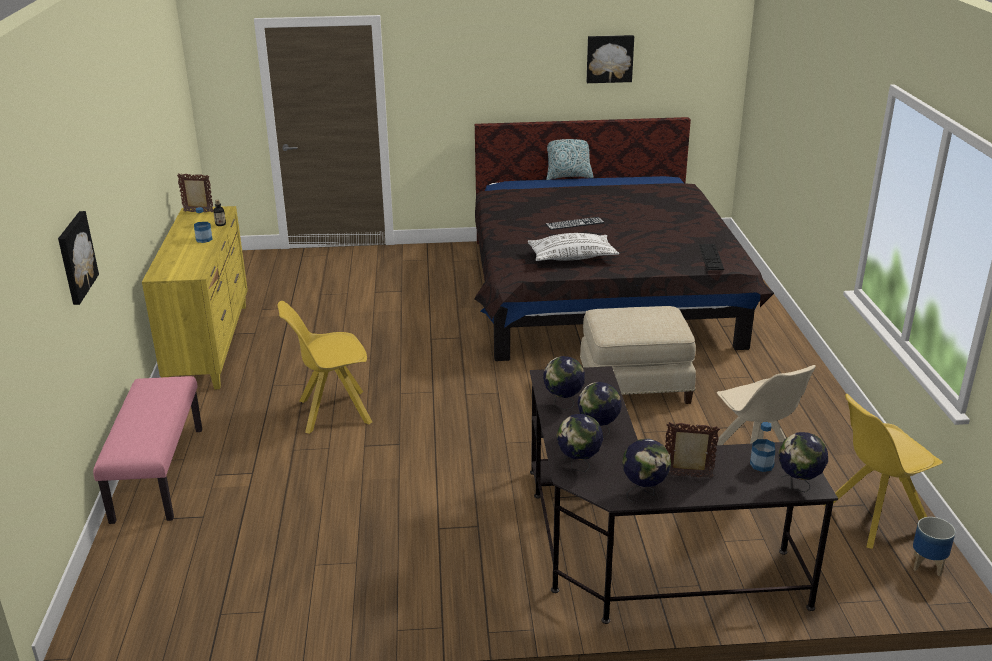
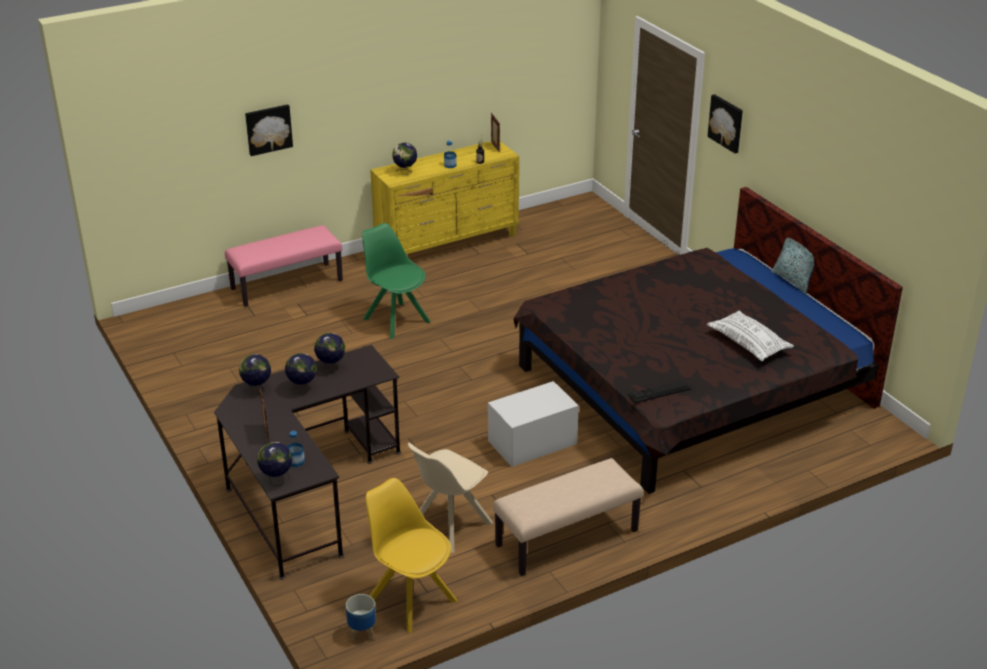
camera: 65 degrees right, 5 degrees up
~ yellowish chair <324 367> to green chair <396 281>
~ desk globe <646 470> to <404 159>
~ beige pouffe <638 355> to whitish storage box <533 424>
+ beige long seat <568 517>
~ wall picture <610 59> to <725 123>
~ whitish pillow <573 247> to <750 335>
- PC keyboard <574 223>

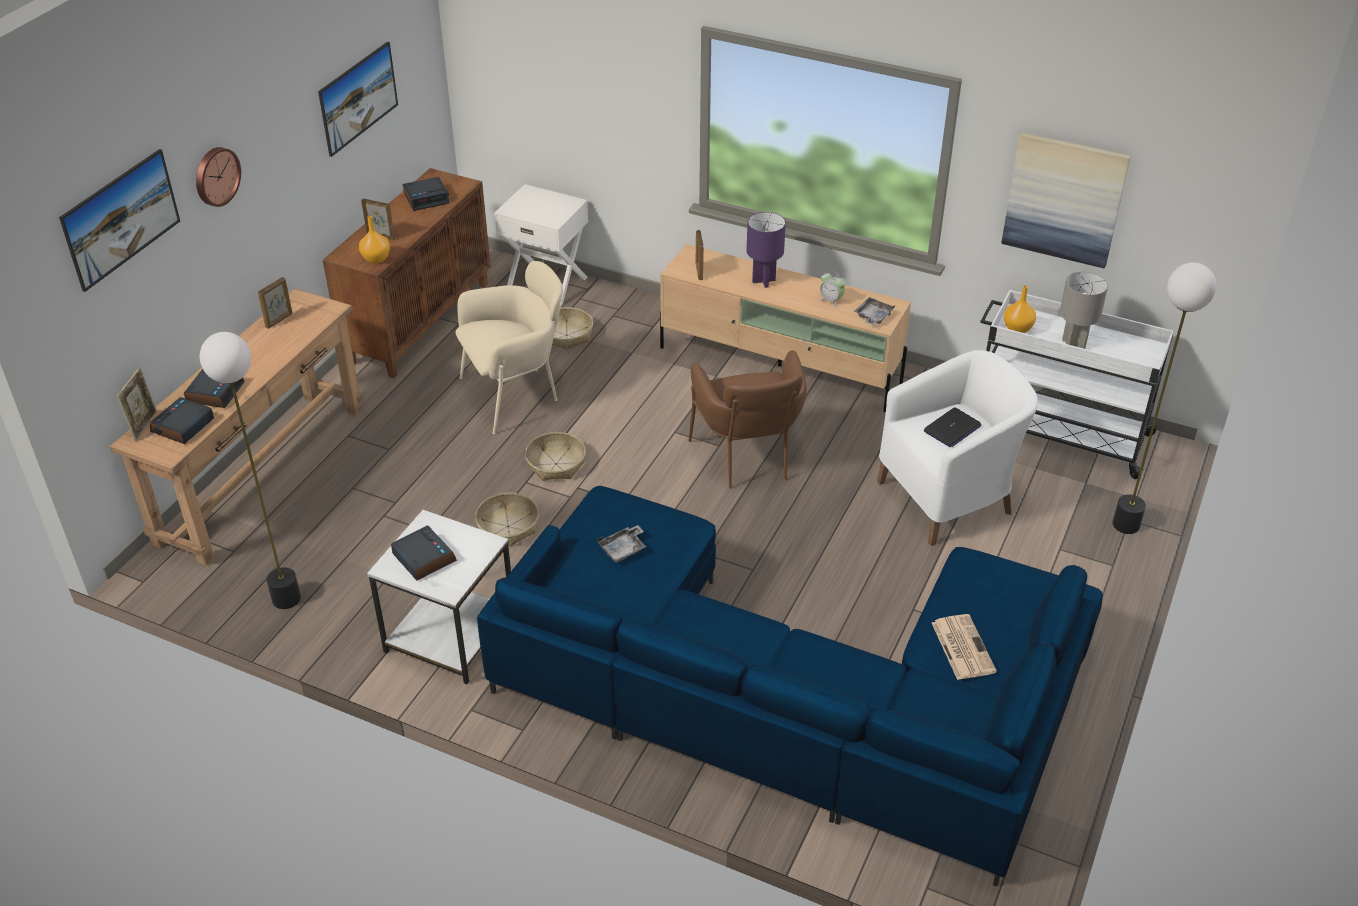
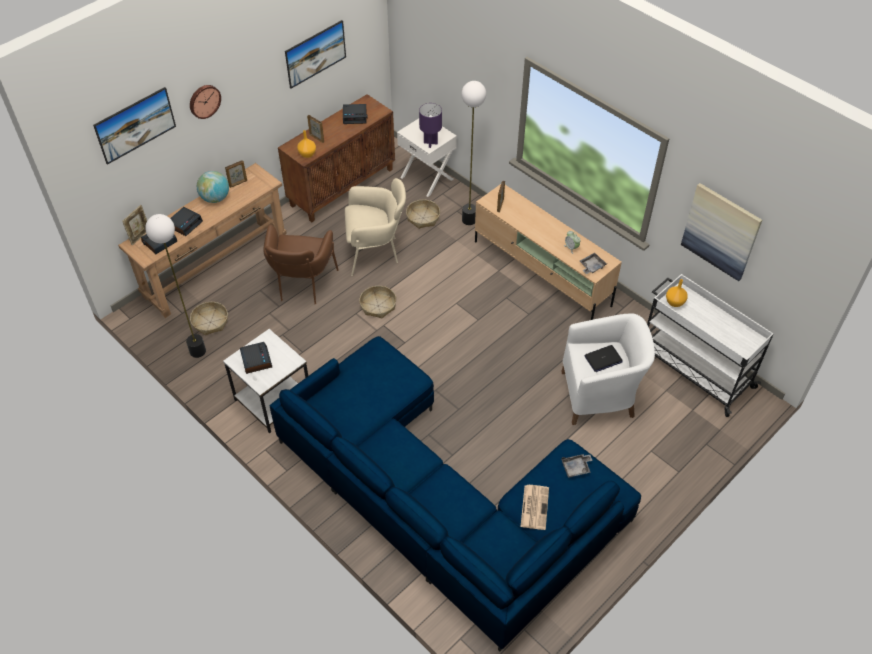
camera: 20 degrees right, 10 degrees up
~ storage basket <507 520> to <209 319>
+ desk globe <213 187>
~ brown-coloured armchair <747 419> to <301 264>
~ purple table lamp <766 250> to <430 125>
~ standard lamp <1164 398> to <473 153>
~ greyish carrying tray <621 544> to <577 466>
- greyish table lamp <1084 310>

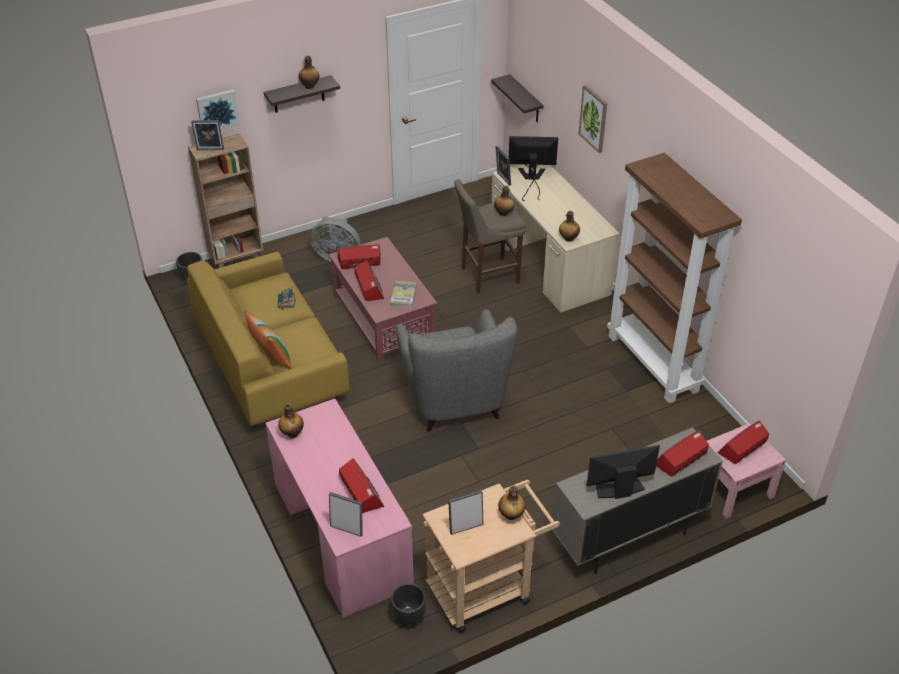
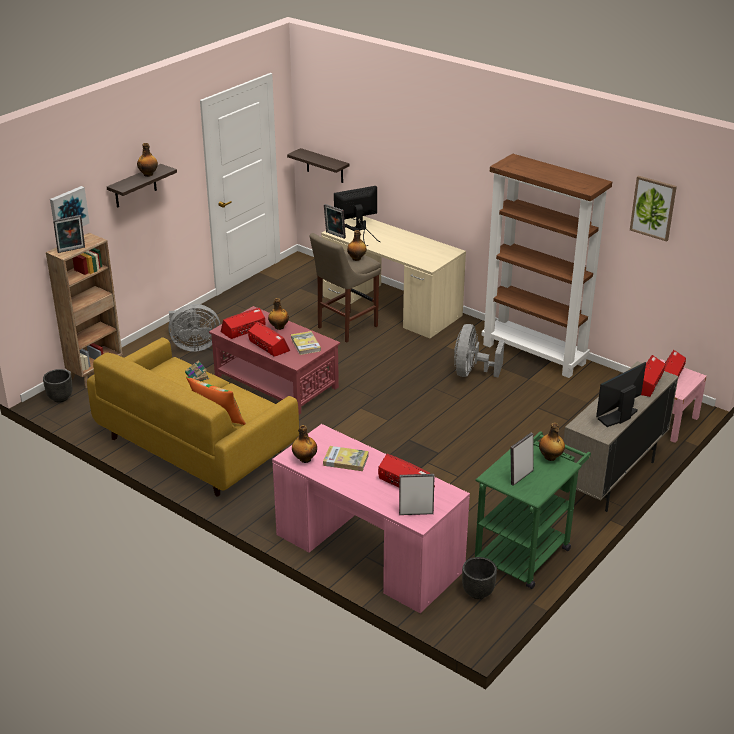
camera: 25 degrees left, 10 degrees down
~ bottle <569 226> to <278 314>
+ volume <346 458>
+ greyish cooling fan <479 350>
~ beige wheeled cart <491 556> to green wheeled cart <533 510>
~ wall picture <593 119> to <653 209>
- greyish armchair <456 370>

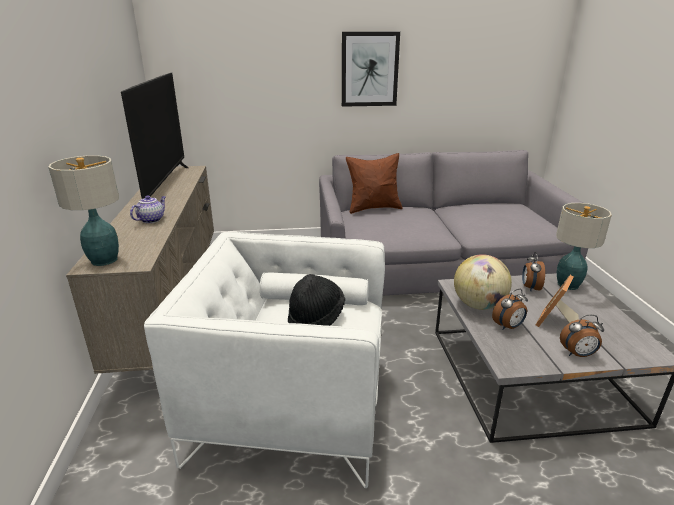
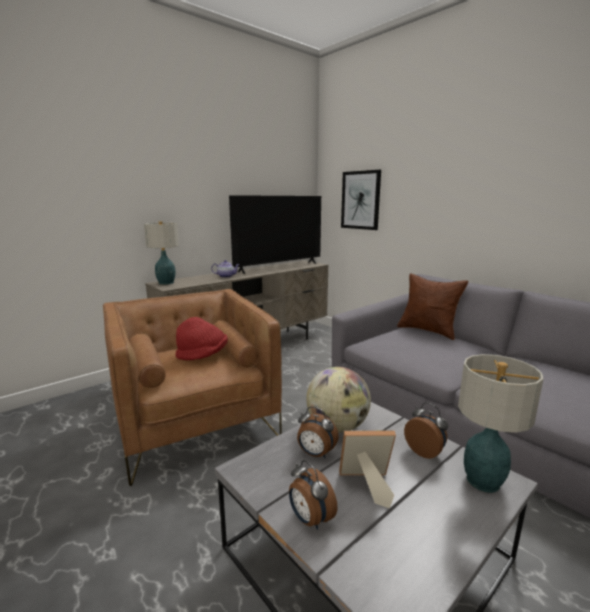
camera: 55 degrees right, 10 degrees down
~ whitish armchair <264 360> to brown-coloured armchair <192 387>
~ black hat <316 300> to red hat <202 339>
~ wall picture <371 69> to <361 200>
~ table clock <533 272> = <426 430> 75 degrees clockwise

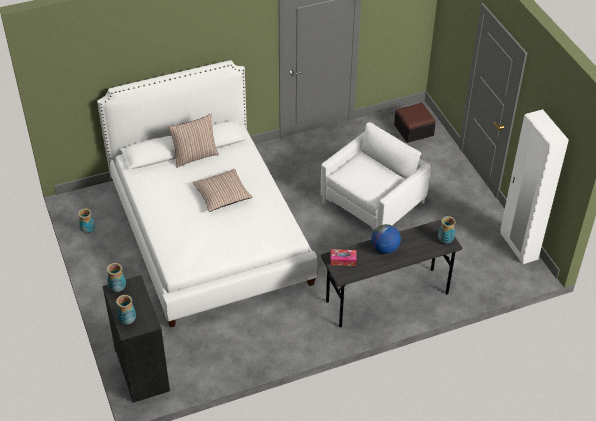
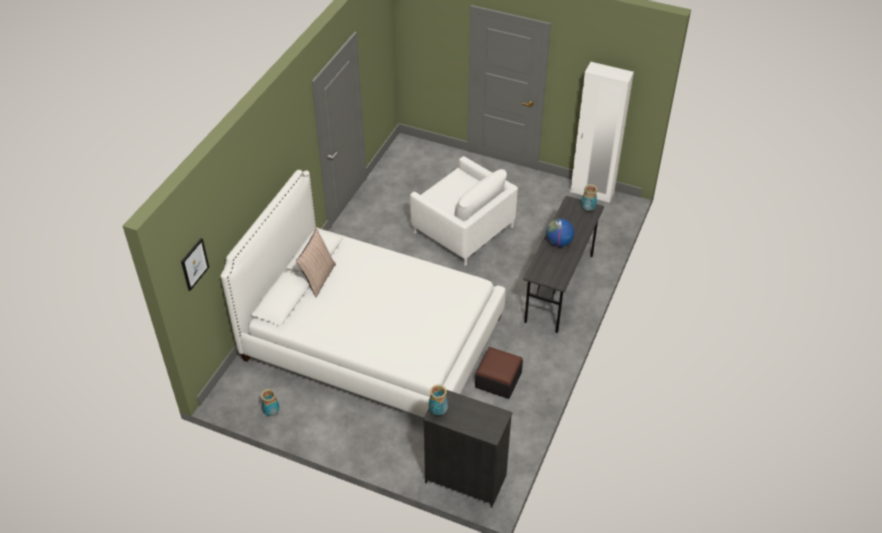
camera: 45 degrees left, 0 degrees up
+ wall picture <195 264>
~ whitish armchair <376 176> = <464 211> 135 degrees clockwise
~ pouffe <415 123> to <499 373>
- vase <126 310>
- pillow <222 190>
- tissue holder <343 257>

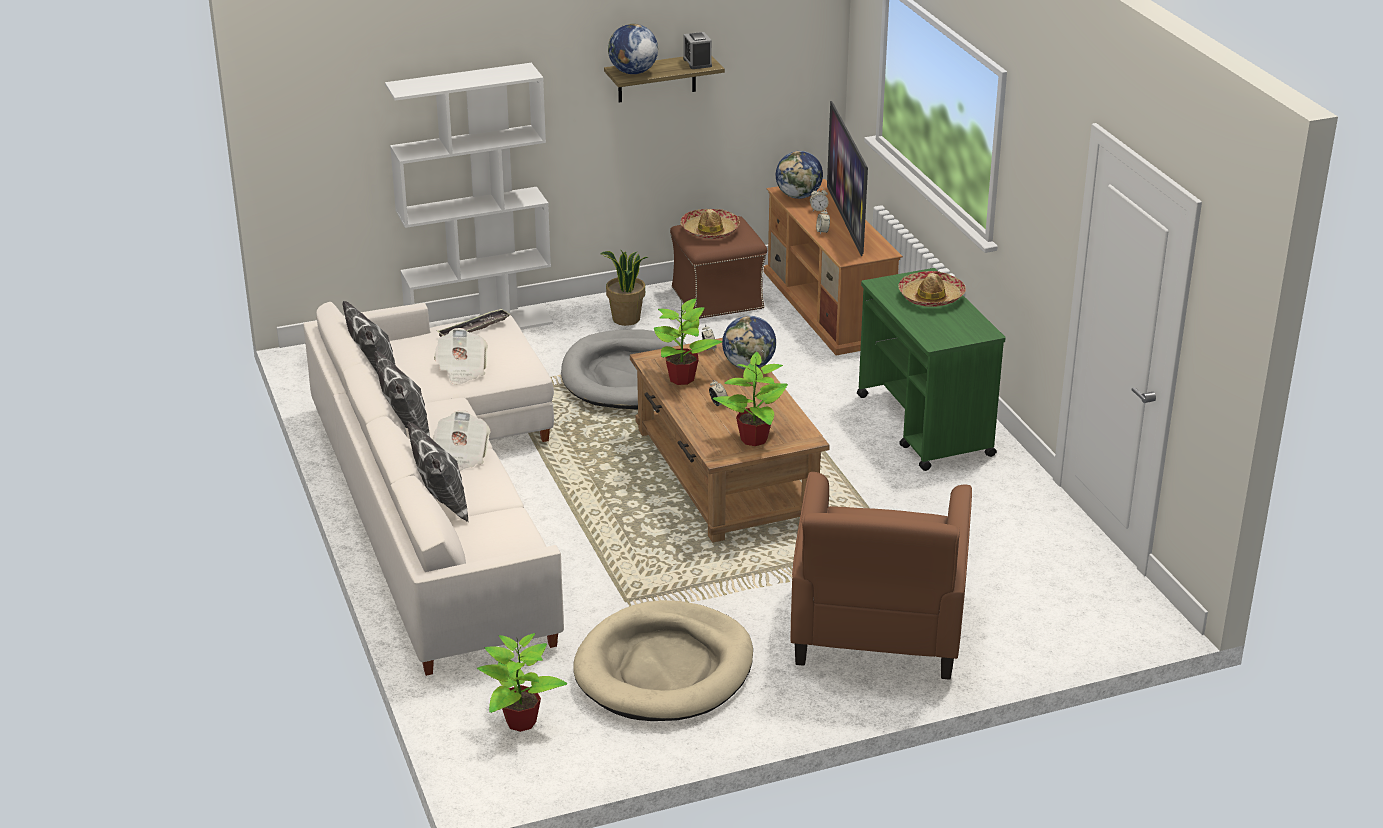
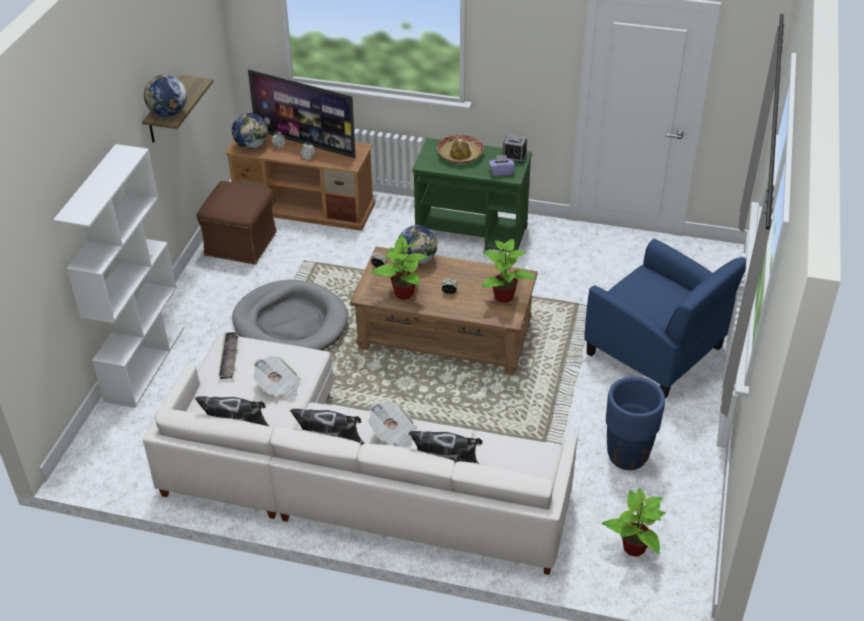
camera: 55 degrees left, 10 degrees up
+ purple tissue holder <502 165>
~ table clock <697 50> to <515 148>
~ brown-coloured armchair <881 576> to blue-coloured armchair <665 319>
~ beige dog bed <663 660> to blue-coloured plant pot <635 423>
- potted plant <624 287>
- hat <710 224>

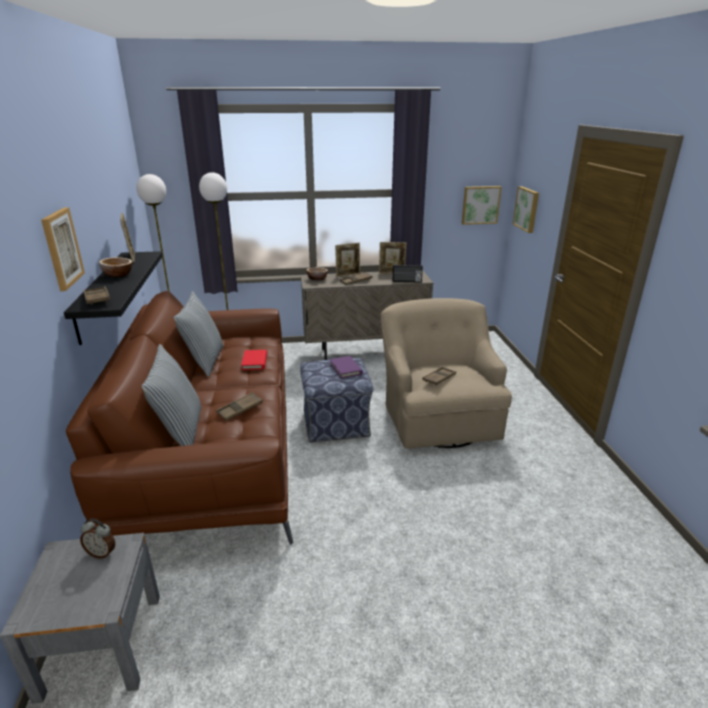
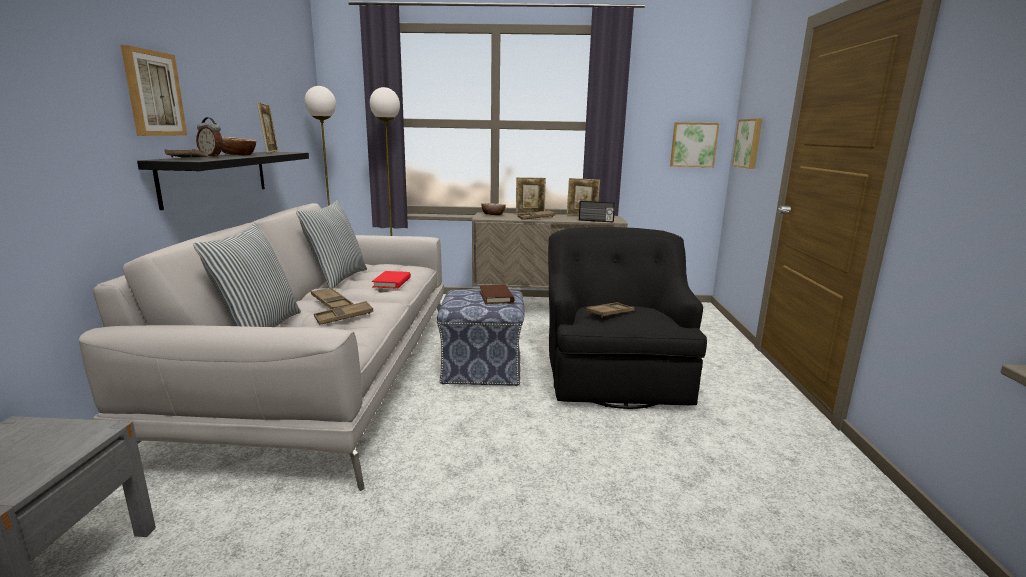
camera: 10 degrees right, 10 degrees down
~ brown-coloured settee <179 418> to greyish settee <261 347>
~ table clock <97 539> to <209 137>
+ brown-coloured carrying tray <332 298>
~ purple volume <346 367> to brown-coloured volume <496 294>
~ beige armchair <446 373> to black armchair <627 318>

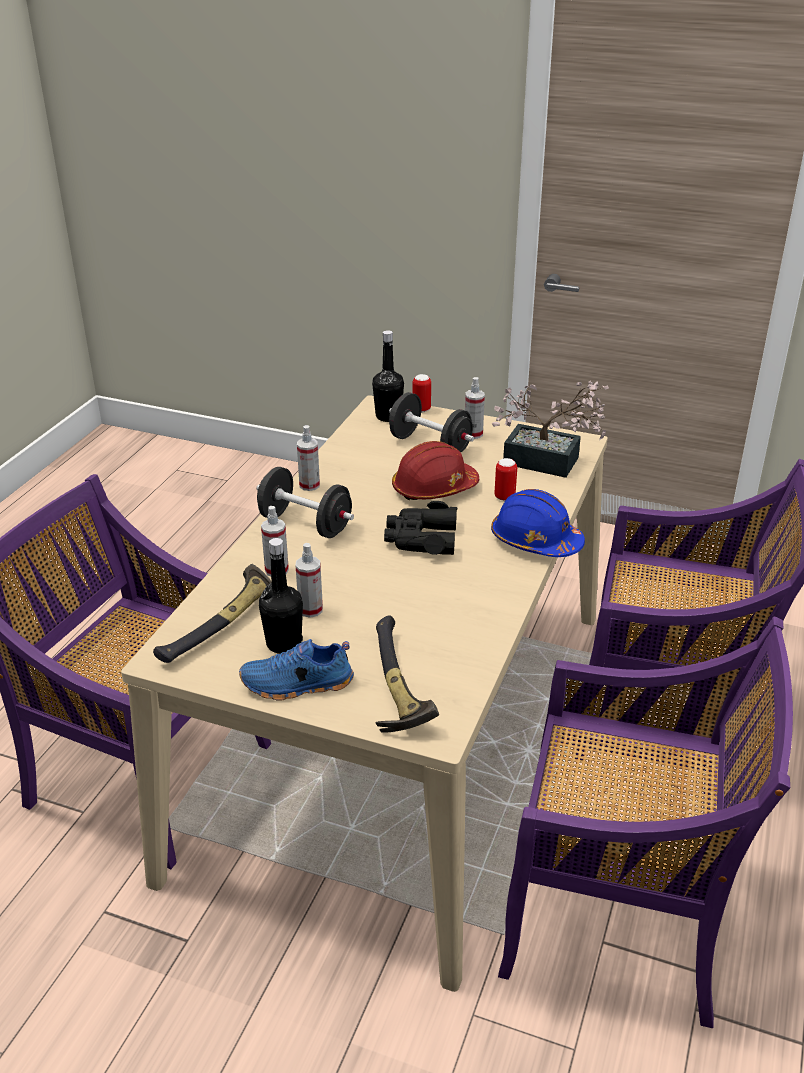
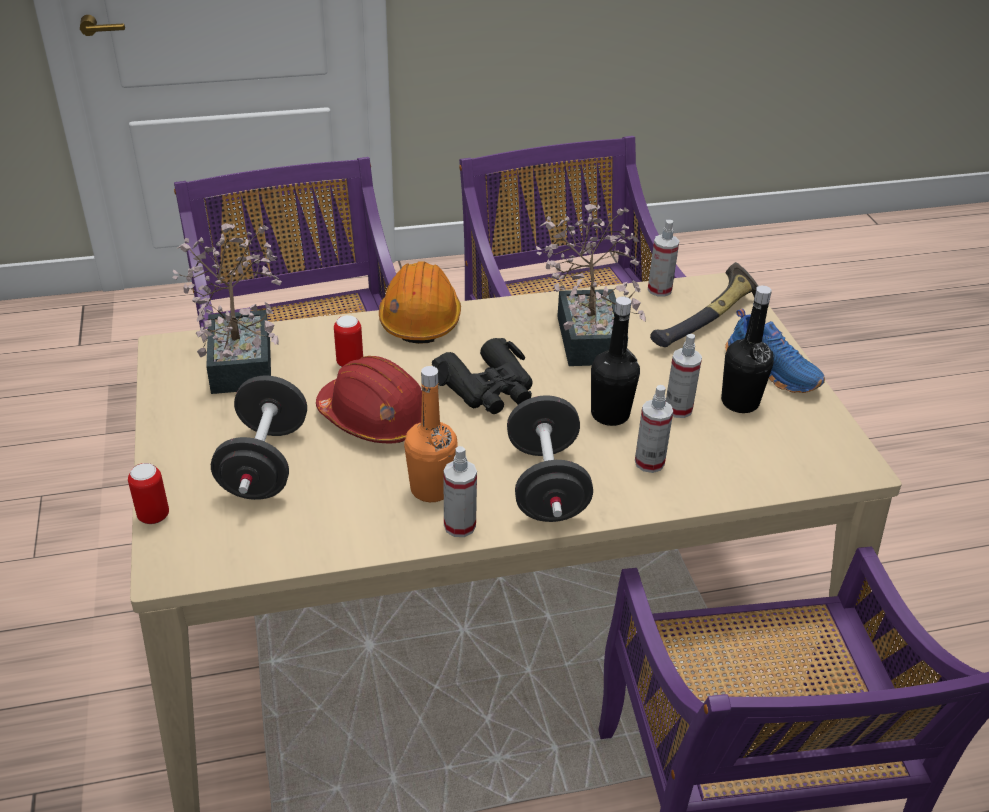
camera: 125 degrees left, 5 degrees up
~ blue-coloured safety helmet <538 523> to orangey safety helmet <420 302>
+ orangey bottle <431 434>
+ potted plant <591 285>
~ black bottle <388 376> to <615 361>
~ hand sprayer <475 408> to <663 258>
- hand hammer <212 613>

